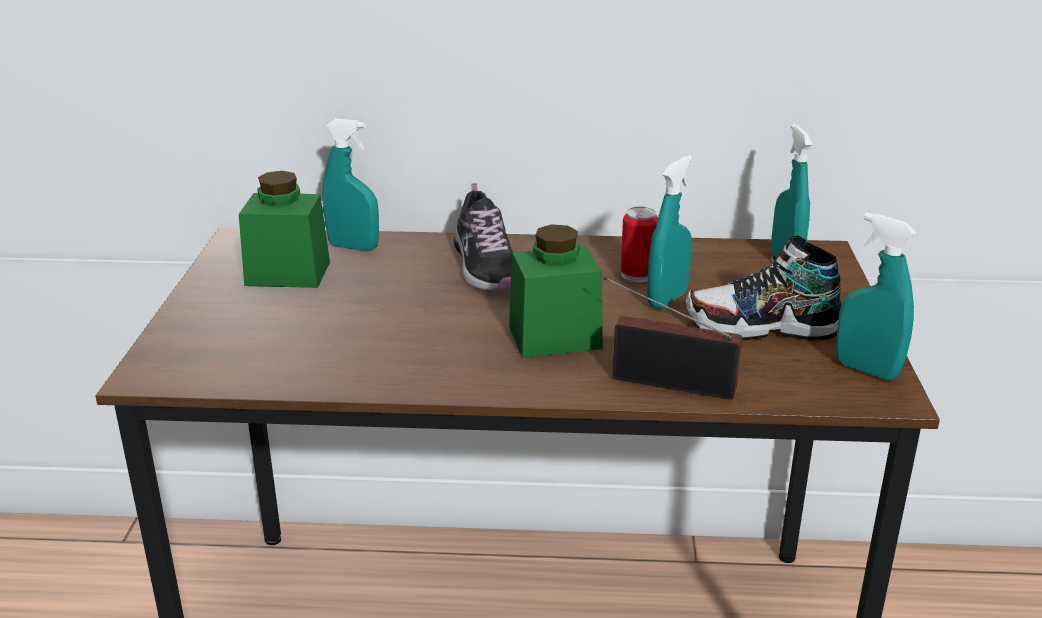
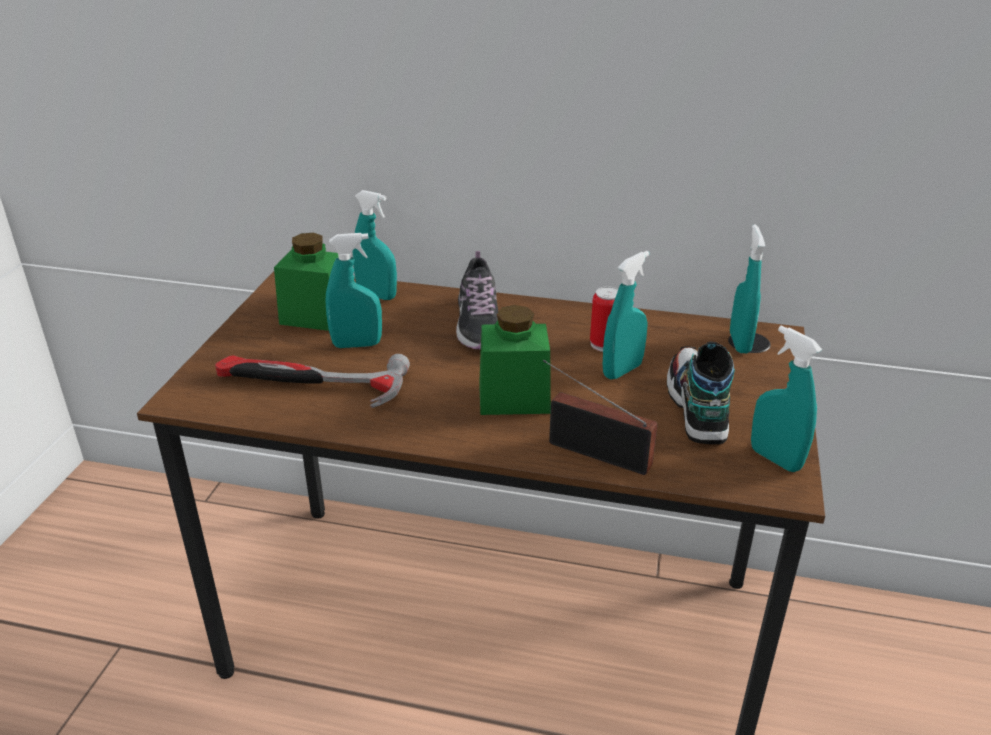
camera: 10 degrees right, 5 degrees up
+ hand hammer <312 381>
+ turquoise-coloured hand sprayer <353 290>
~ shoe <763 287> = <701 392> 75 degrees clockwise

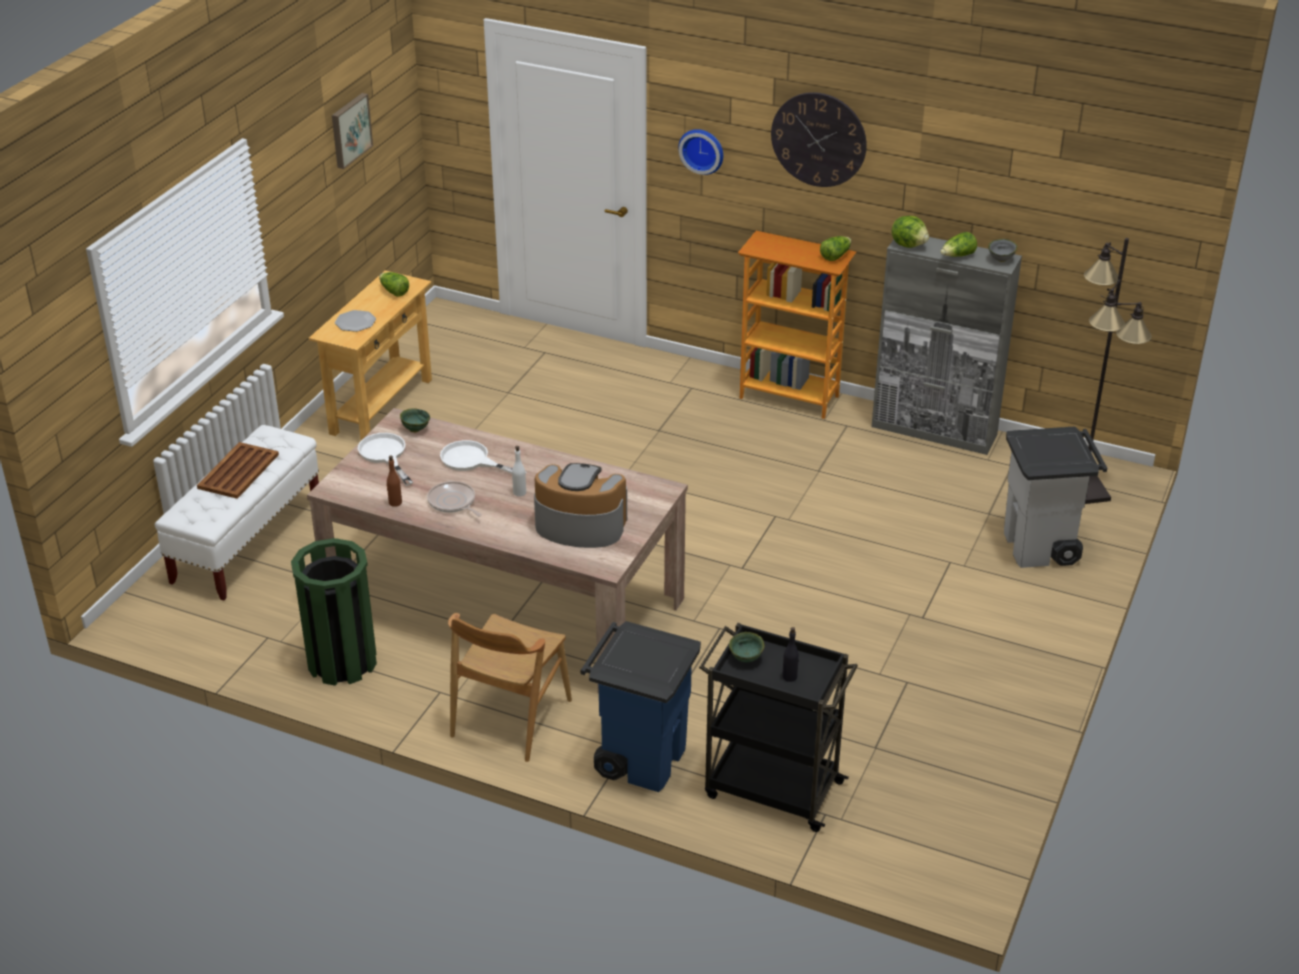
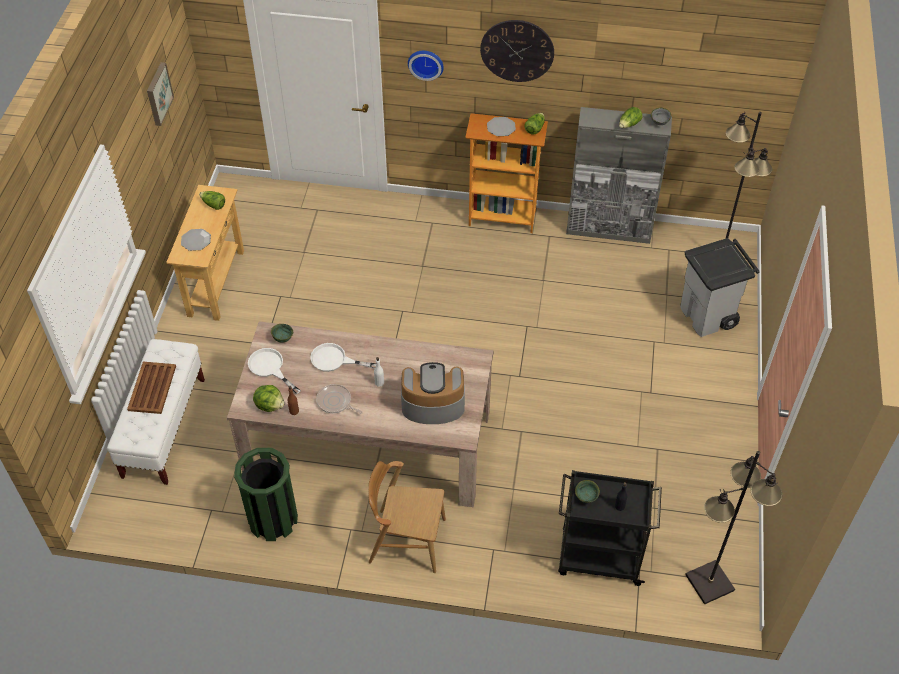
camera: 15 degrees left, 15 degrees up
~ lettuce <910 232> to <269 398>
~ brown-coloured chair <510 687> = <407 517> 90 degrees clockwise
+ flat dish <501 126>
+ black standard lamp <734 528>
- blue-coloured rubbish bin <641 706>

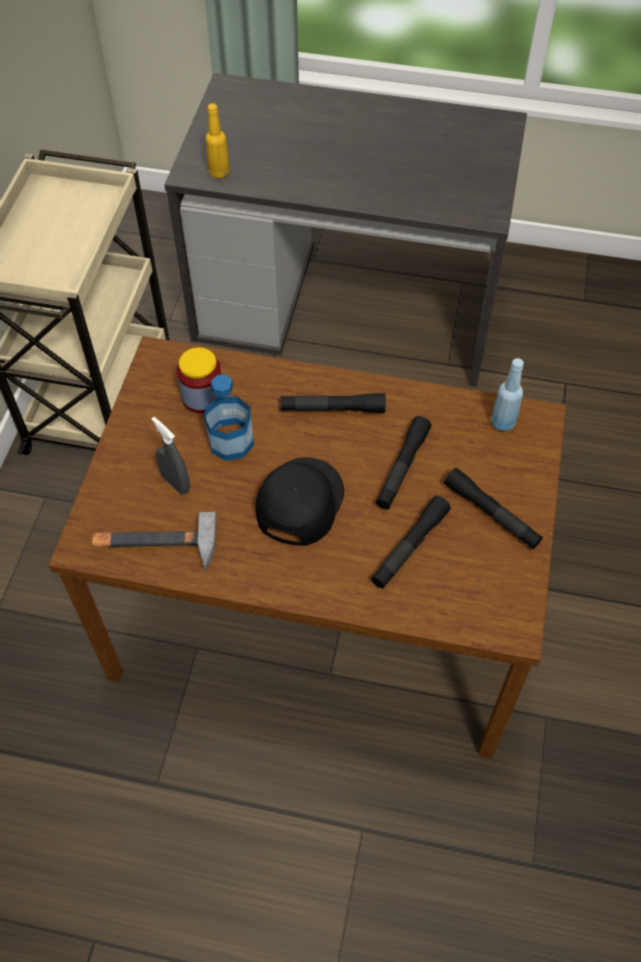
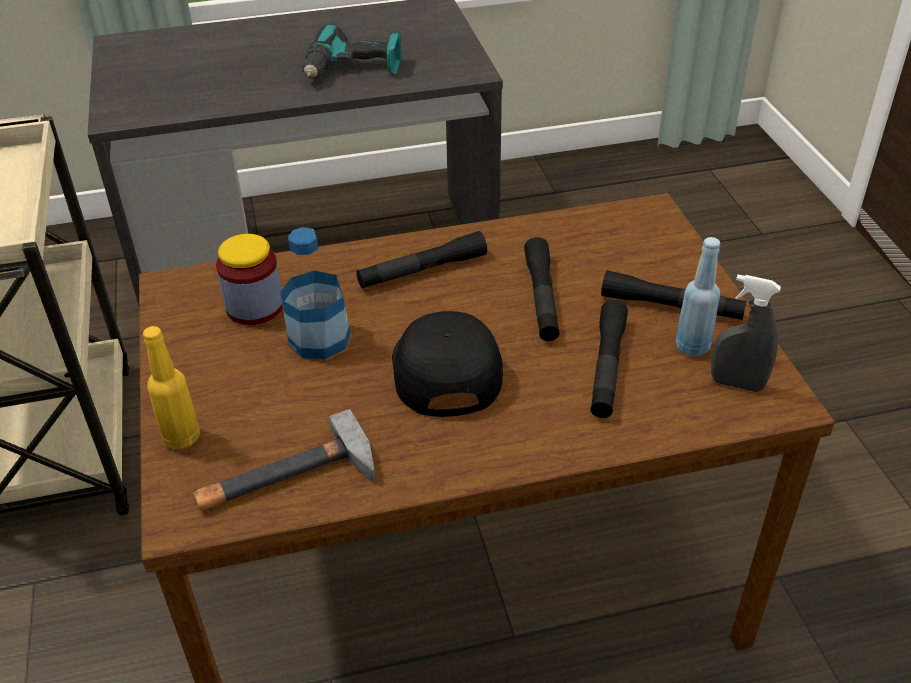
camera: 25 degrees left, 15 degrees down
~ yellowish bottle <218 141> to <171 387>
+ electric drill <351 51>
~ blue-coloured bottle <507 394> to <698 296>
~ greyish hand sprayer <171 455> to <746 333>

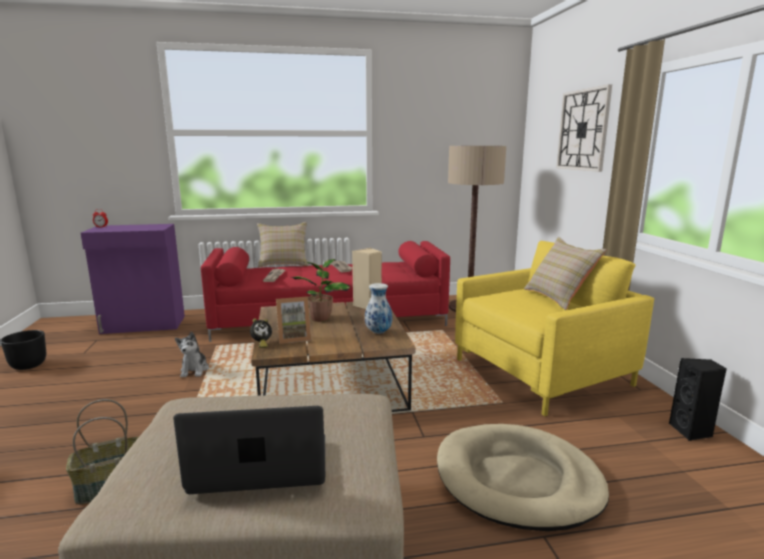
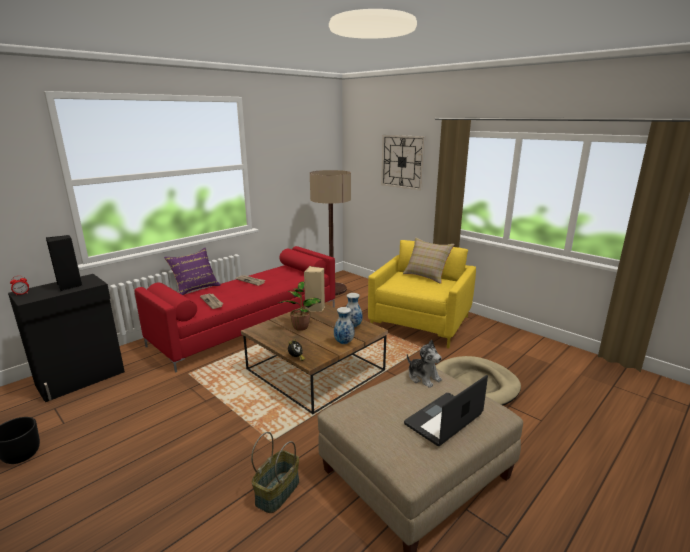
camera: 35 degrees left, 5 degrees up
~ purple storage cabinet <133 279> to black storage cabinet <66 338>
~ black speaker <698 399> to <64 263>
~ beige pillow <283 244> to purple pillow <192 271>
+ vase <344 325>
~ cuddly toy <192 354> to <424 364>
- picture frame <293 320>

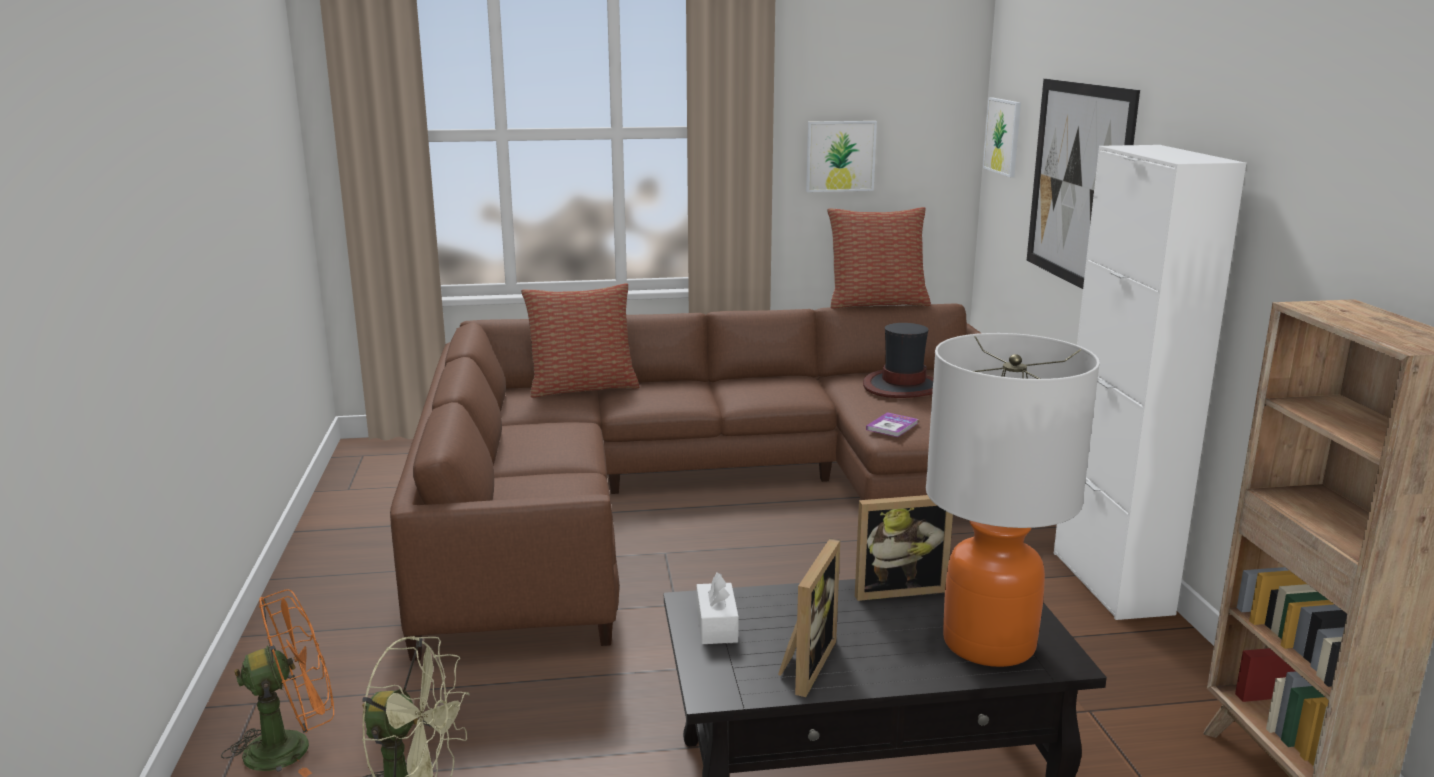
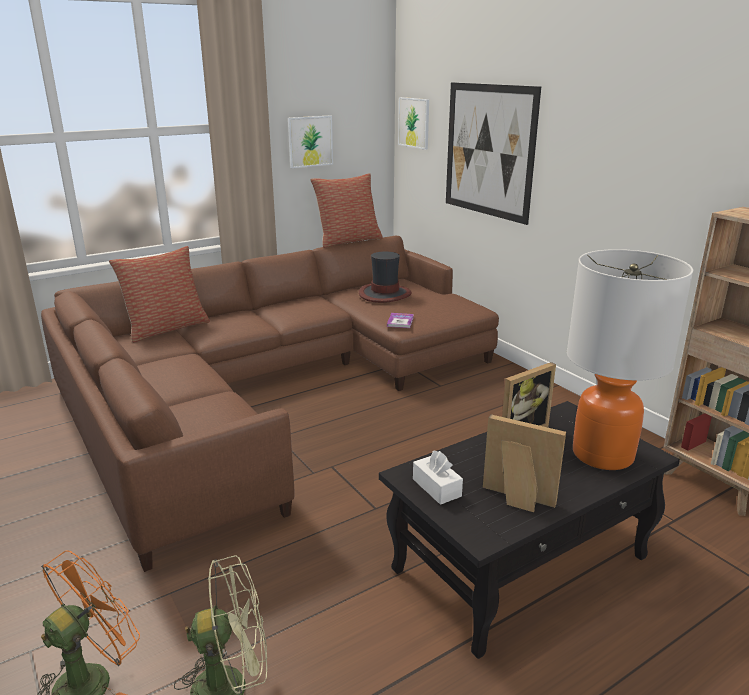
camera: 25 degrees left, 5 degrees up
~ picture frame <809 617> = <524 463> 60 degrees counterclockwise
- whitish storage cabinet <1150 382>

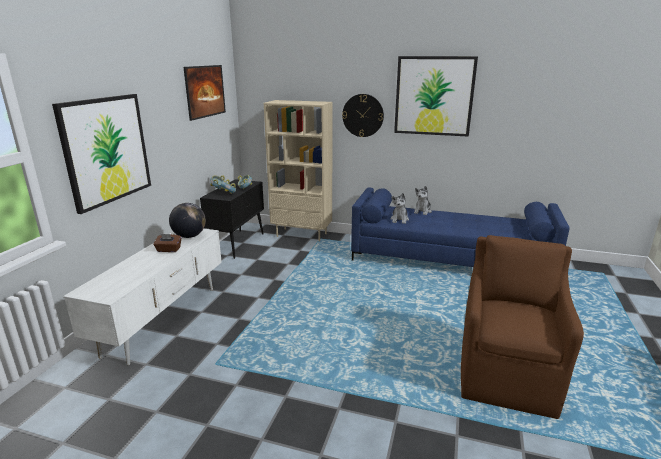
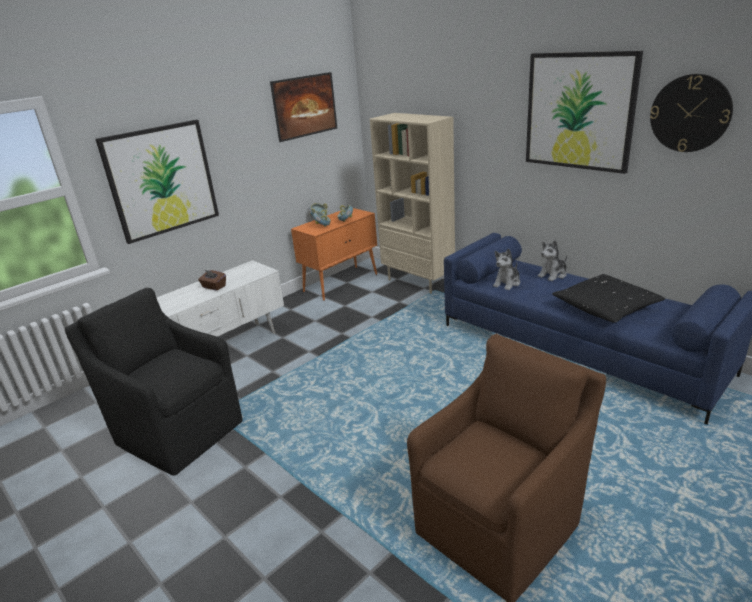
camera: 30 degrees right, 5 degrees up
+ black armchair <154 382>
~ black storage cabinet <232 219> to orangey storage cabinet <334 254>
+ black pillow <608 298>
~ wall clock <363 115> to <691 113>
- desk globe <187 220>

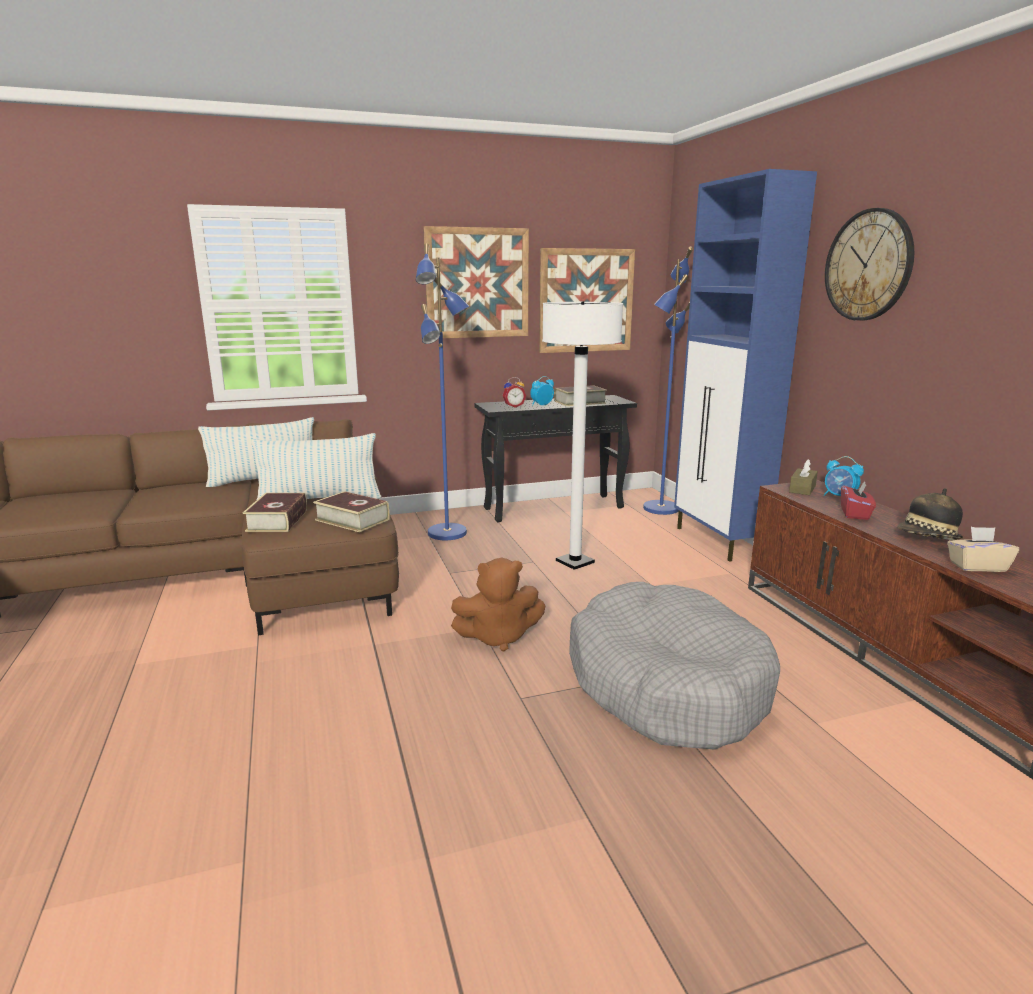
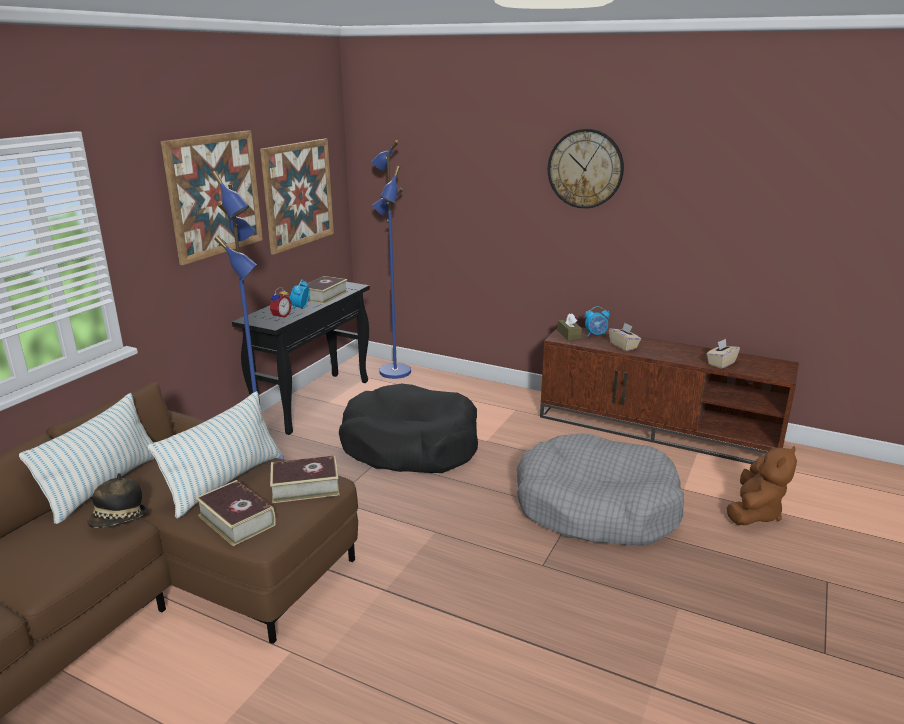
camera: 45 degrees left, 5 degrees up
~ hat <930 514> to <117 500>
~ whitish standard lamp <582 435> to black dog bed <408 428>
~ red tissue holder <858 500> to beige tissue holder <625 337>
~ brown-coloured cuddly toy <498 605> to <762 485>
- blue-coloured storage cabinet <745 365>

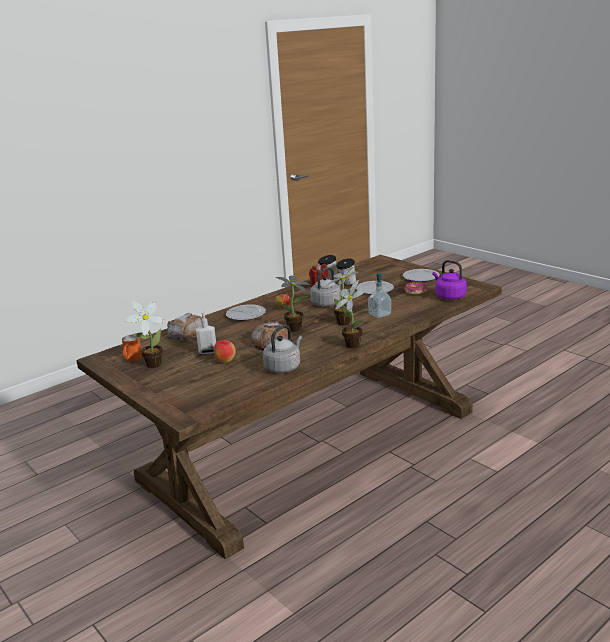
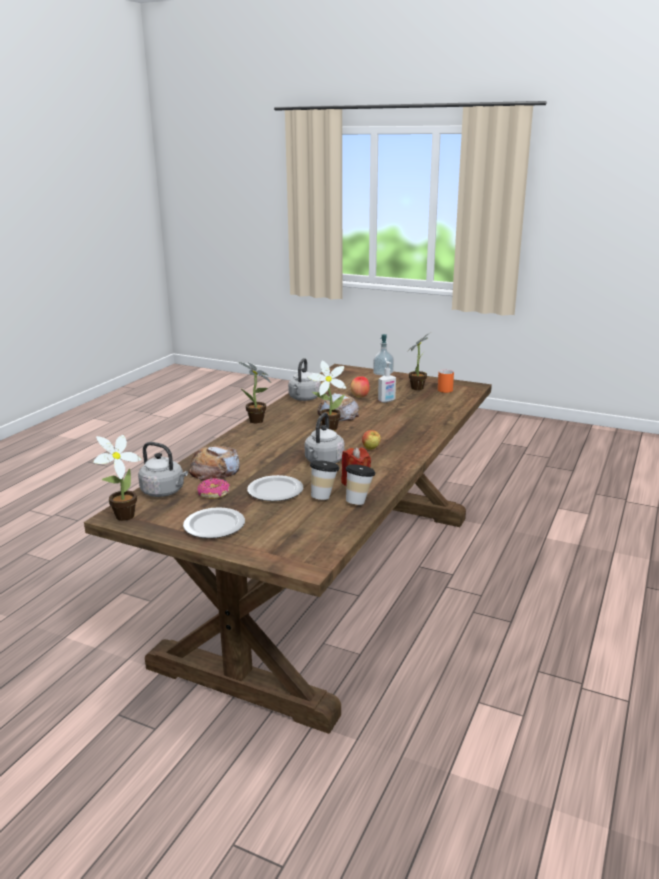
camera: 155 degrees right, 0 degrees up
~ potted plant <342 296> to <117 478>
~ purple water kettle <450 280> to greyish water kettle <163 469>
~ bakery bread <188 326> to <214 463>
~ soap bottle <379 295> to <383 355>
- flat dish <246 312>

